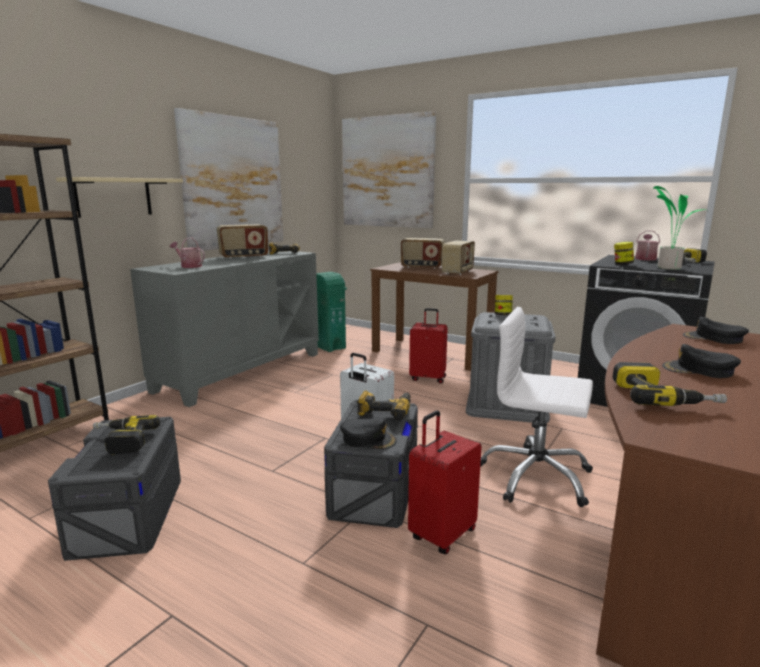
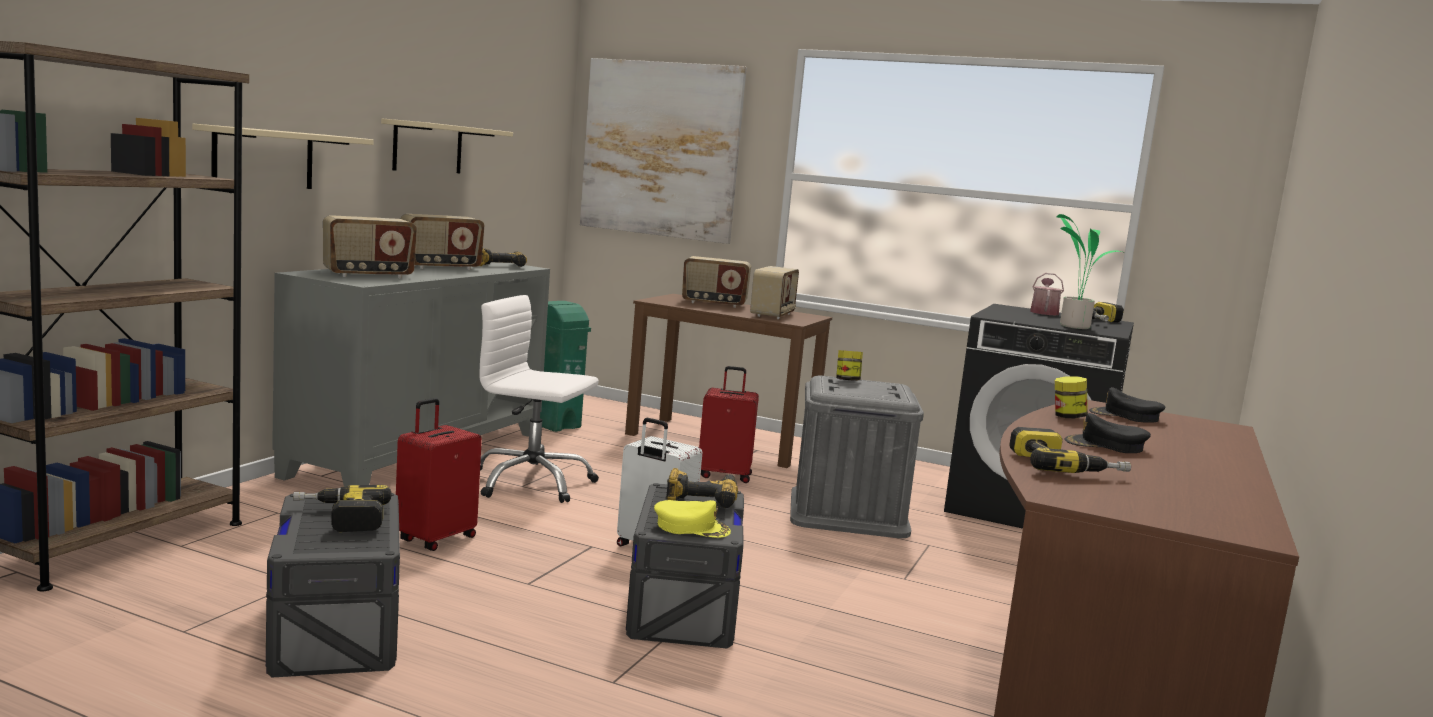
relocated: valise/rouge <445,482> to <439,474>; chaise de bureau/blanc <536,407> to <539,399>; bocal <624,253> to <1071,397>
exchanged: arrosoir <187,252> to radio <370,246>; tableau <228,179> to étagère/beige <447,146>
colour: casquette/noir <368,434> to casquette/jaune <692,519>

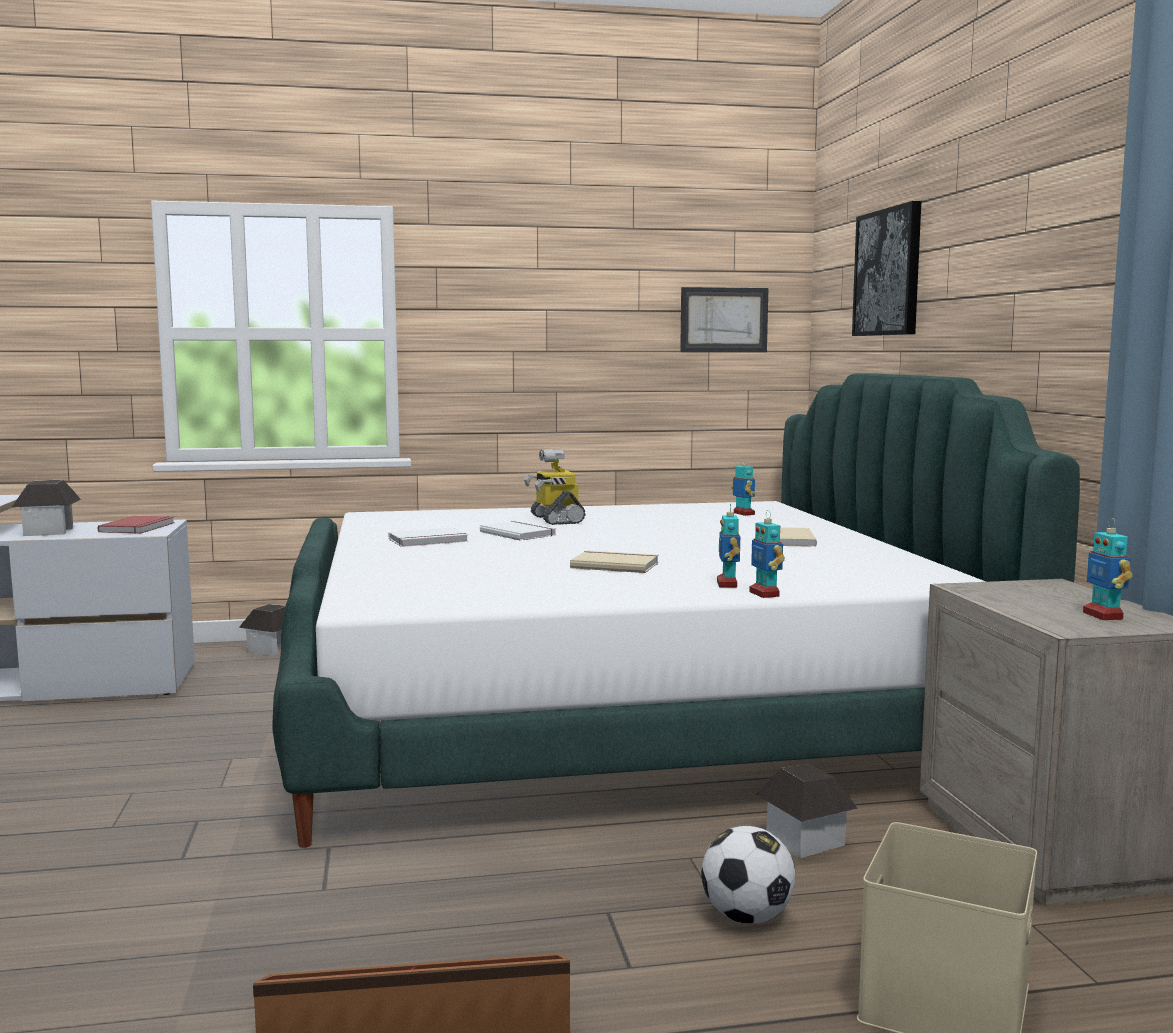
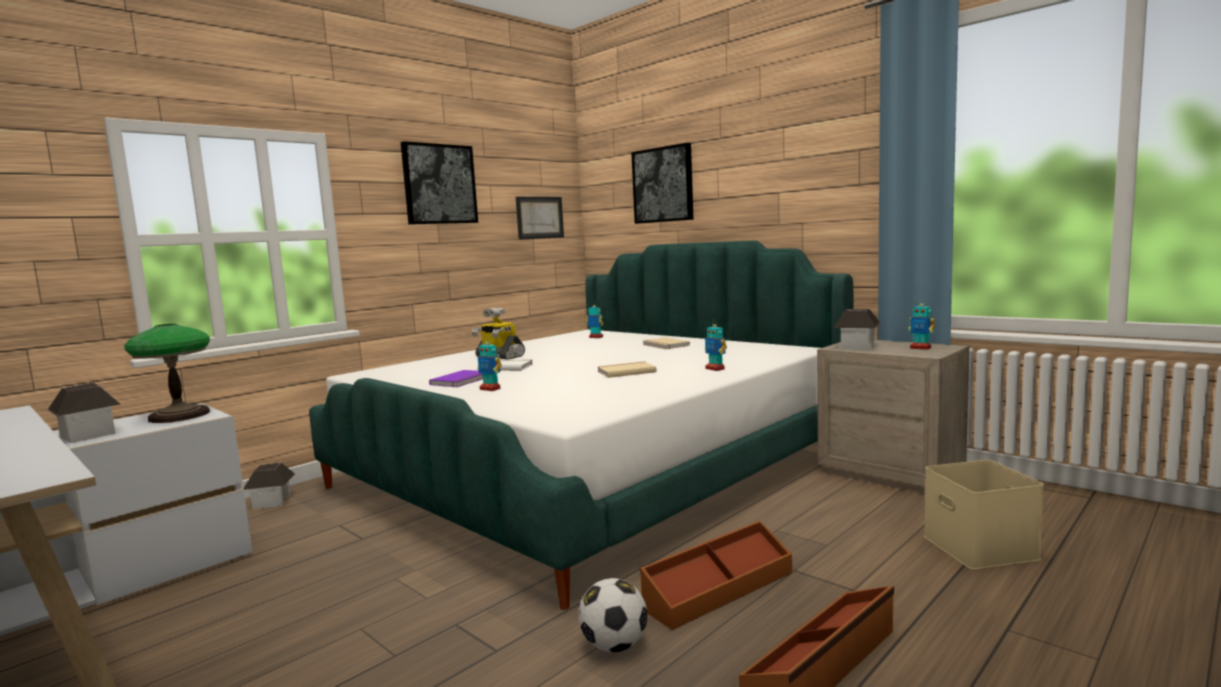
appeared: tableau <439,183>; boîte de rangement/marron <716,575>
relocated: ballon de foot <748,875> to <613,615>; robot jouet <767,554> to <490,364>; maison miniature <807,811> to <857,329>
exchanged: livre/rouge <135,525> to lampe de table <167,373>
colour: livre/blanc <428,537> to livre/violet <456,378>

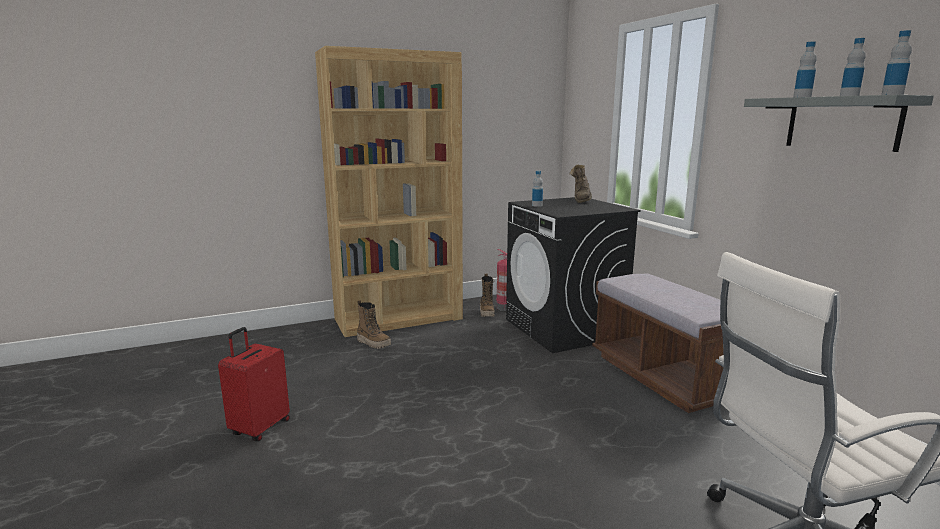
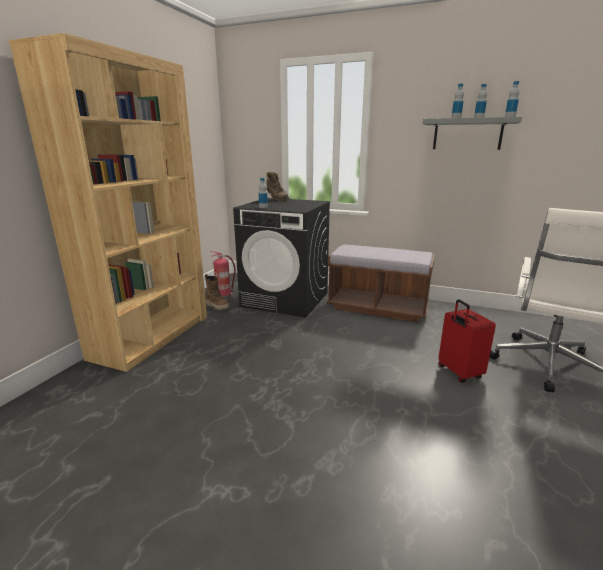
missing: botte <374,324>
relocated: valise/rouge <254,384> to <467,341>

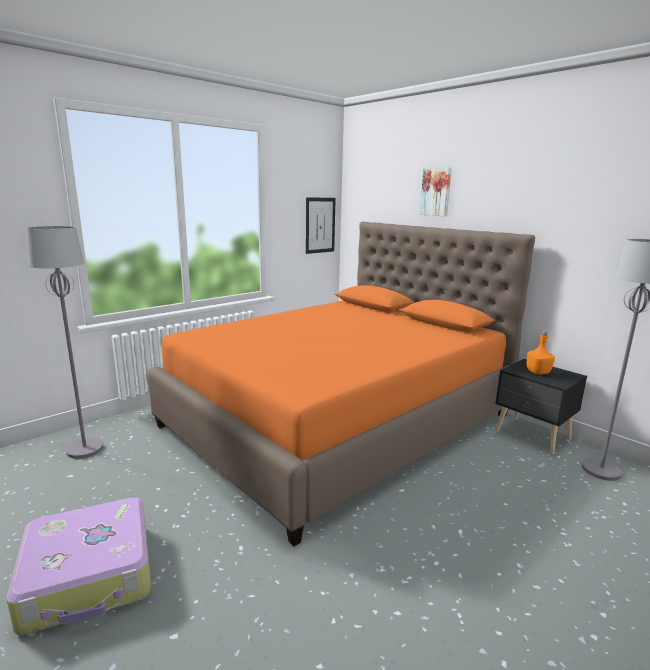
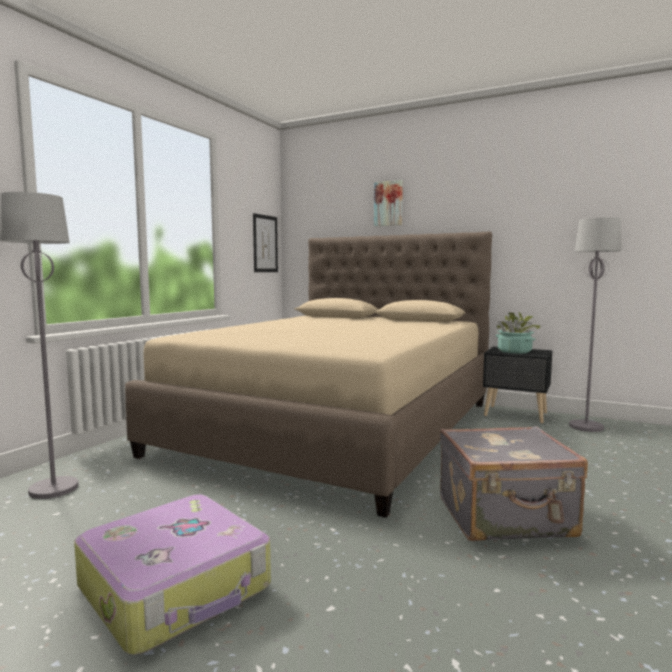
appeared: valise/gris <514,483>
exchanged: bouteille/orange <541,352> to plante en pot <519,333>
colour: lit/orange <341,384> to lit/beige <308,375>

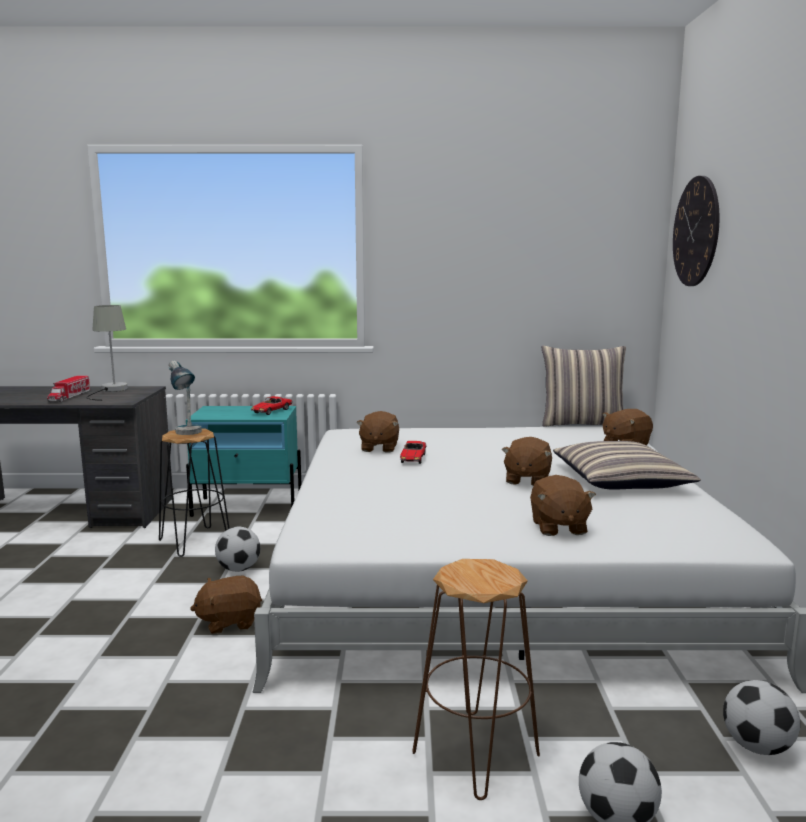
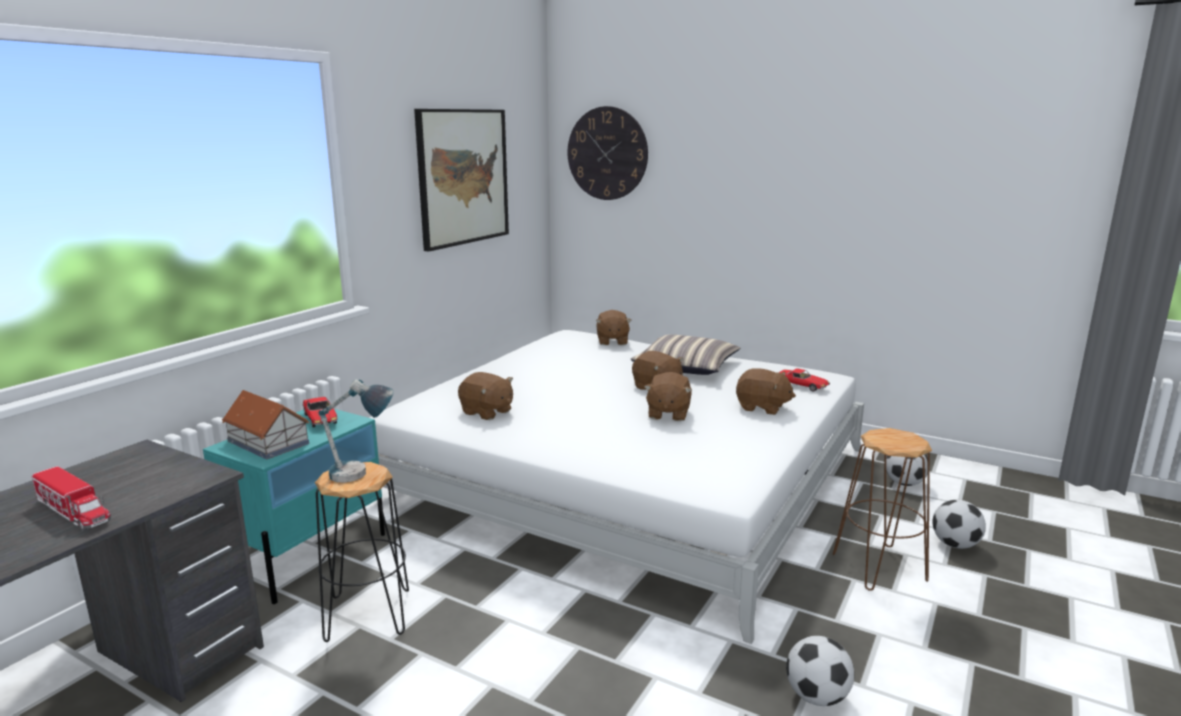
missing: lampe de table/gris <107,353>; coussin <584,386>
appeared: maison miniature <265,425>; tableau <461,180>
relocated: peluche/marron <226,605> to <668,396>; ballon de foot <237,549> to <820,671>; petite voiture <413,452> to <804,380>

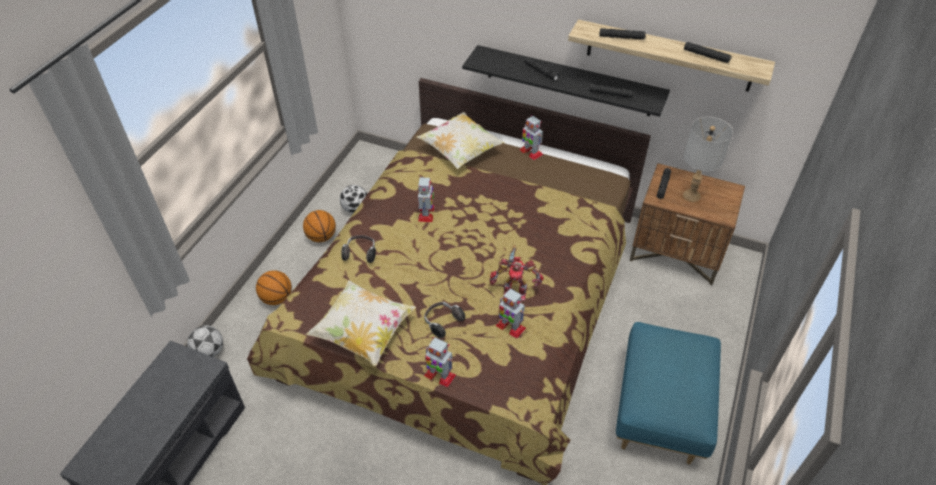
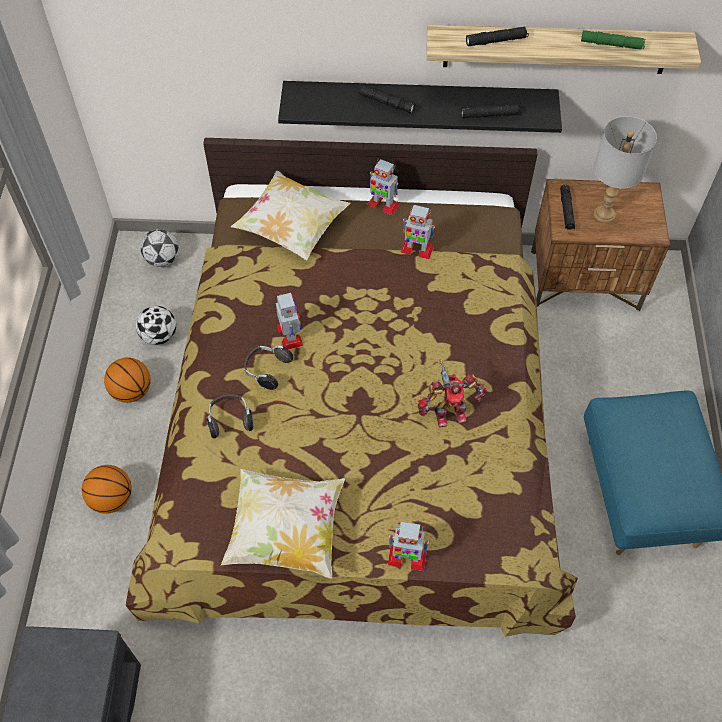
relocated: ballon de foot <205,341> to <159,248>; casque audio <444,320> to <268,367>; robot jouet <510,313> to <418,231>
colour: lampe de poche/noir <708,52> to lampe de poche/vert <613,40>

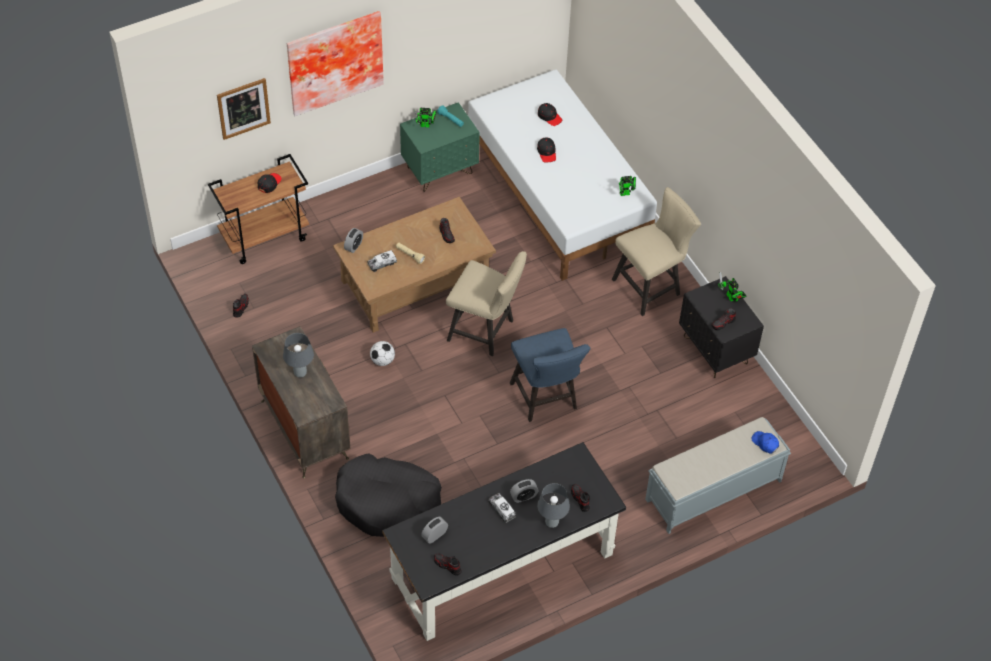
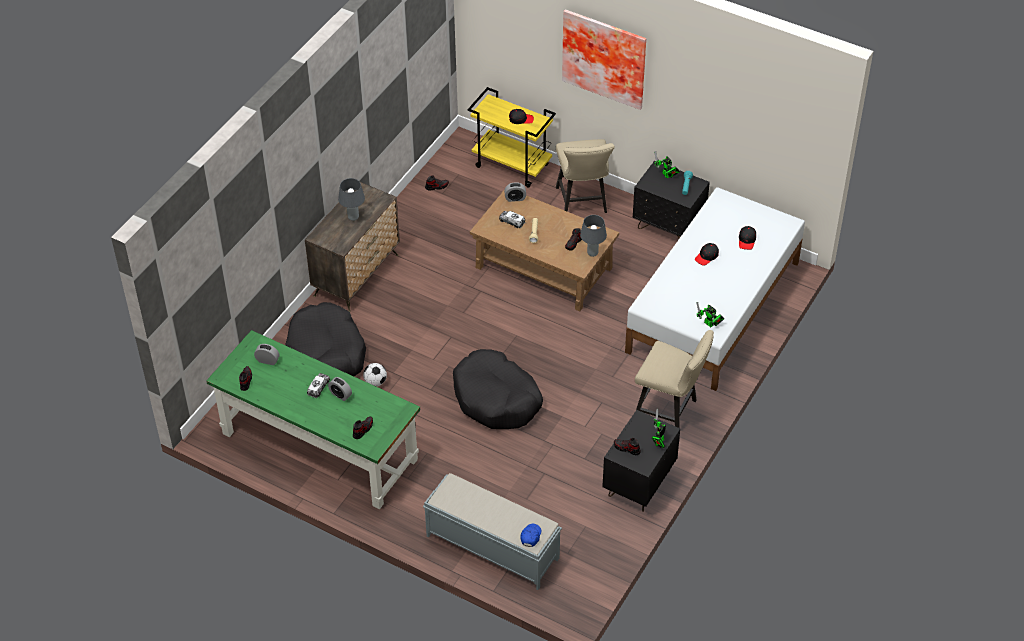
missing: tableau <244,109>
relocated: ballon de foot <382,353> to <375,374>; chaise/beige <486,303> to <585,176>; lampe de table/gris <553,505> to <593,236>
exchanged: chaise/bleu <550,375> to panier pour chien/noir <498,389>
colour: chariot/marron <258,209> to chariot/jaune <512,137>; bureau/noir <504,541> to bureau/vert <313,419>; table de chevet/vert <440,147> to table de chevet/noir <671,199>

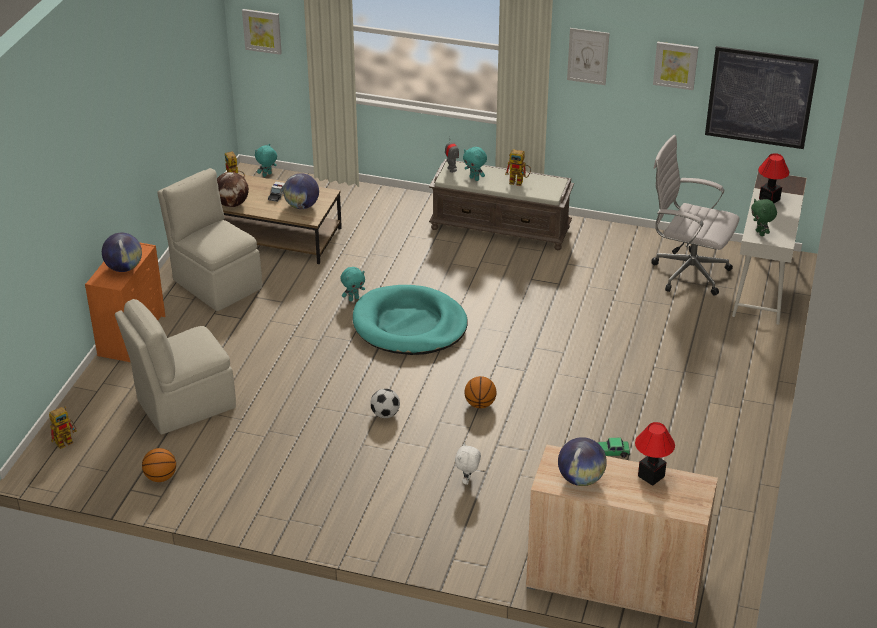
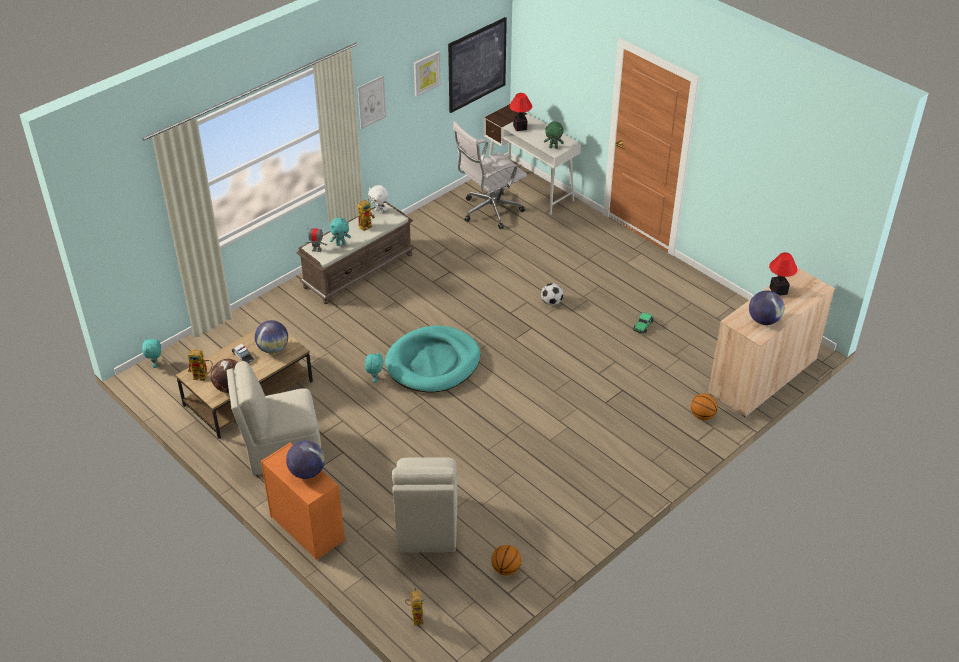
missing: tableau <262,32>
relocated: ballon de foot <385,403> to <552,294>; peluche/blanc <468,464> to <378,199>; ballon de basket <480,392> to <704,407>

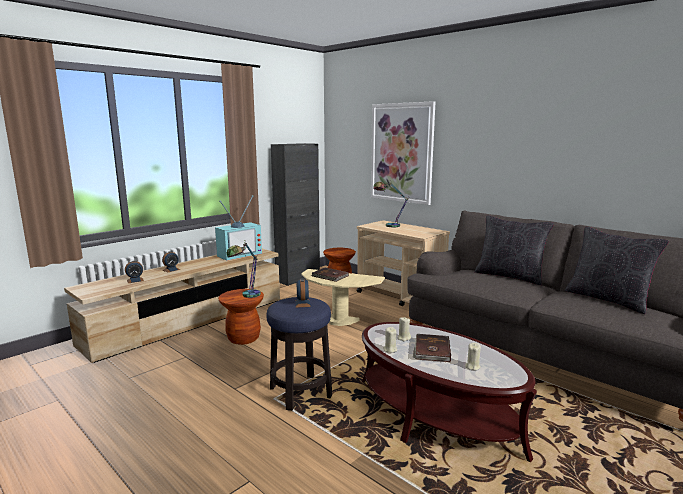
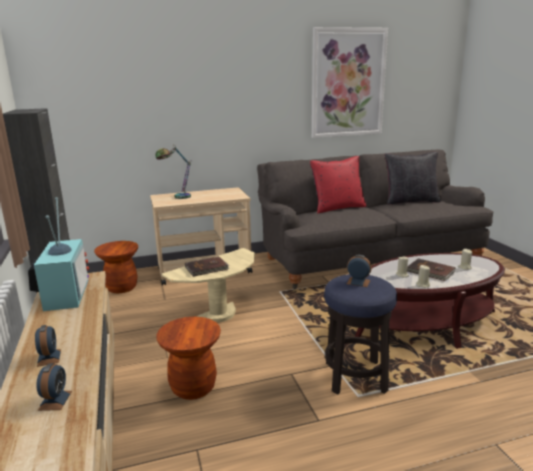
missing: lampe de table <244,269>
relocated: tableau <403,153> to <350,82>
colour: coussin/noir <514,250> to coussin/rouge <338,184>

